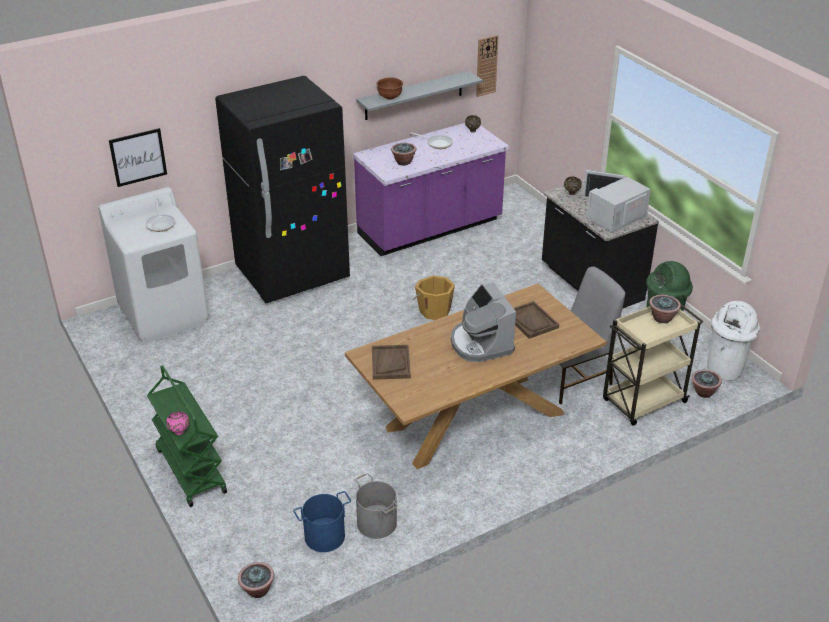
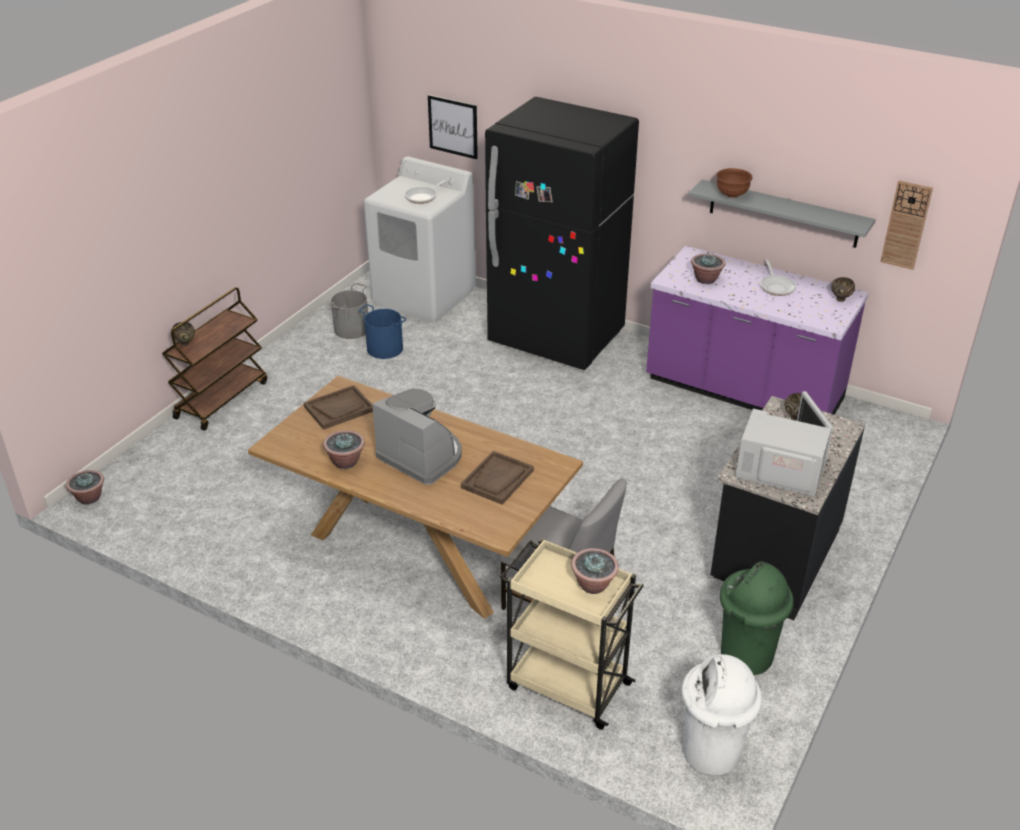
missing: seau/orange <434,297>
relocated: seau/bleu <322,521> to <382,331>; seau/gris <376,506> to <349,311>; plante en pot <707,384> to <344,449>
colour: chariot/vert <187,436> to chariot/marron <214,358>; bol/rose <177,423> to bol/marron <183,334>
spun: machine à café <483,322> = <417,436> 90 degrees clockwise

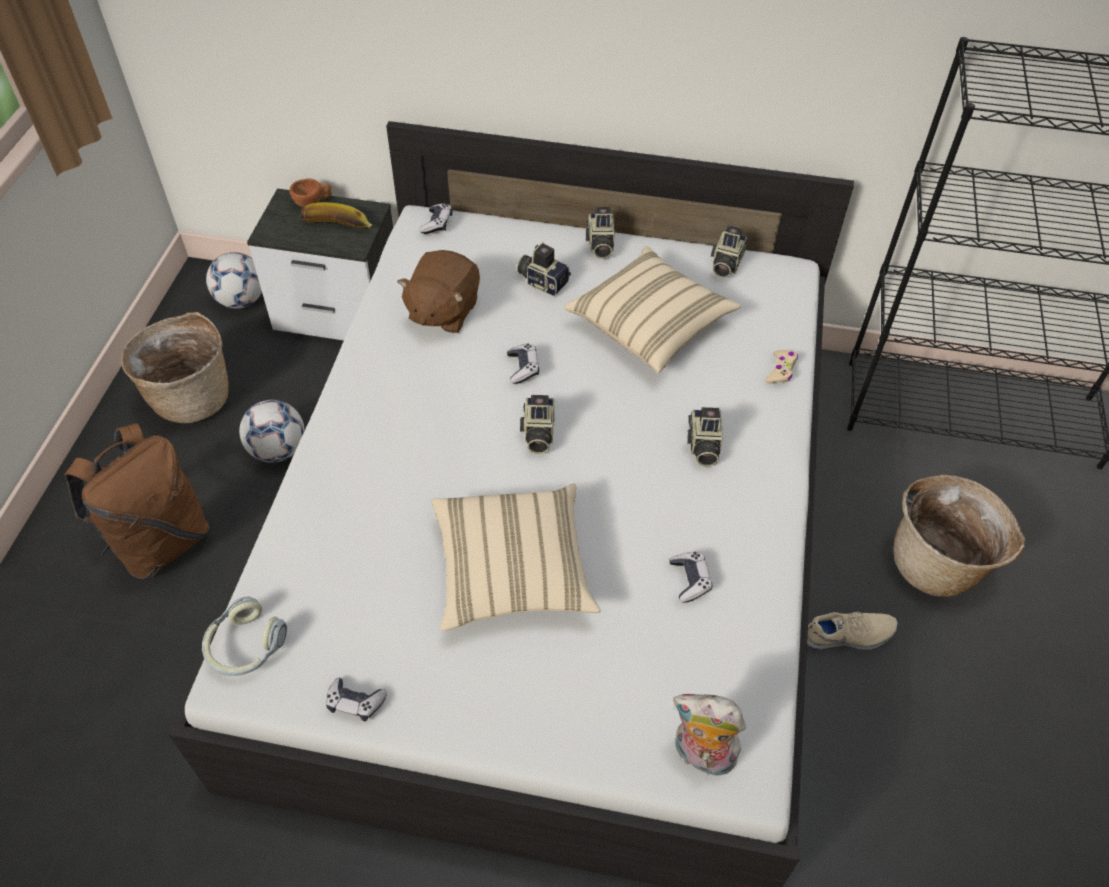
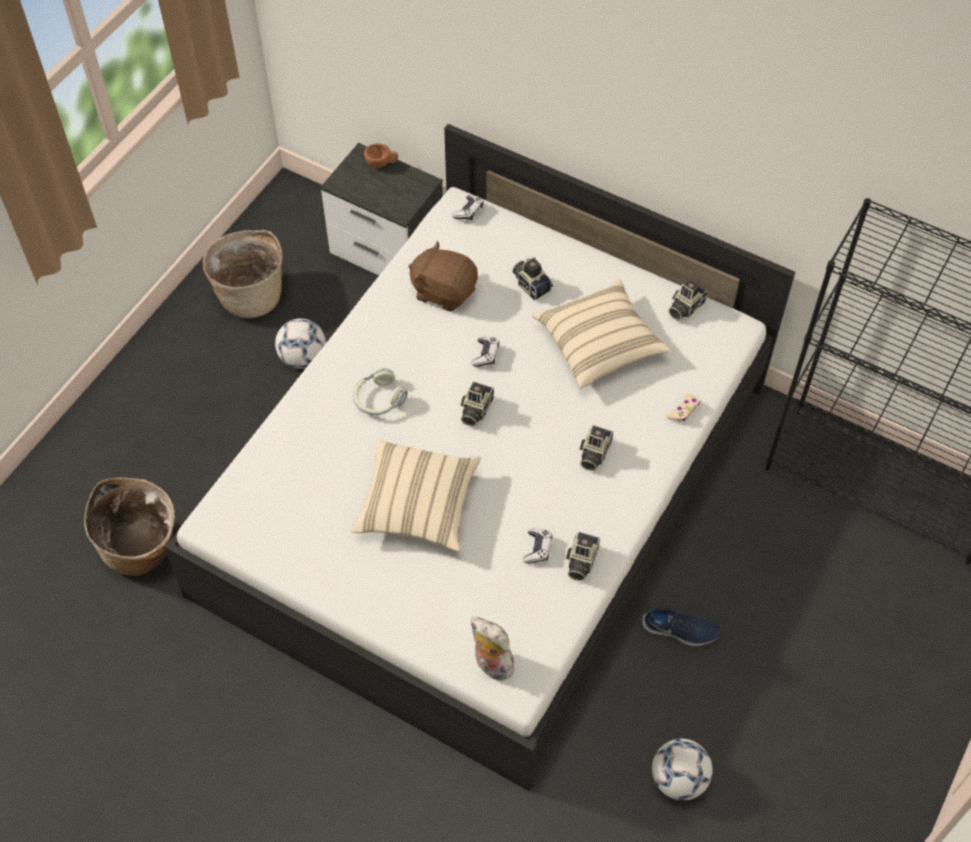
missing: sac à dos/marron <137,501>; banane <336,215>; manette <356,699>
relocated: casque audio <244,636> to <380,391>; ballon de foot <234,280> to <682,769>; appareil photo <600,233> to <583,556>; panier <959,536> to <129,527>
colour: chaussure/beige <852,631> to chaussure/bleu <681,627>
spun: peluche/marron <438,291> = <443,276> 75 degrees clockwise

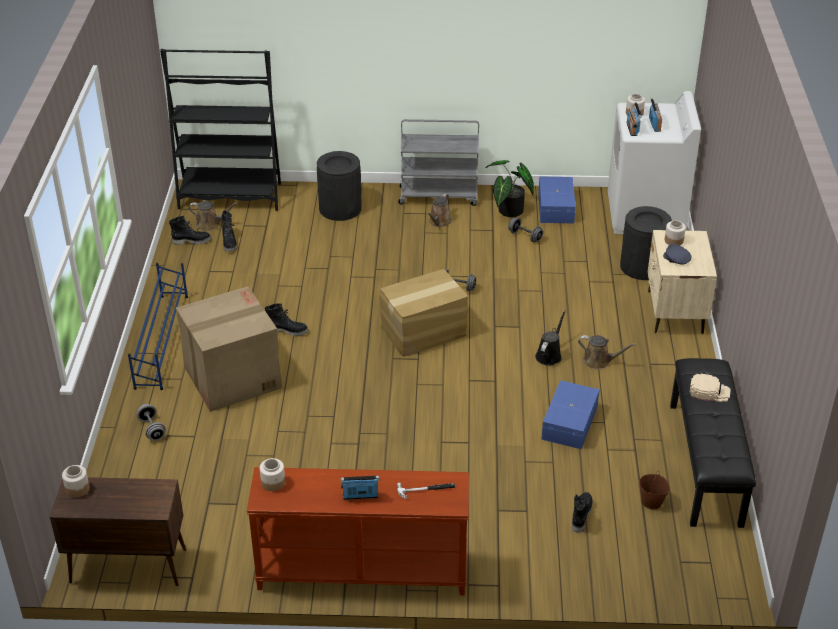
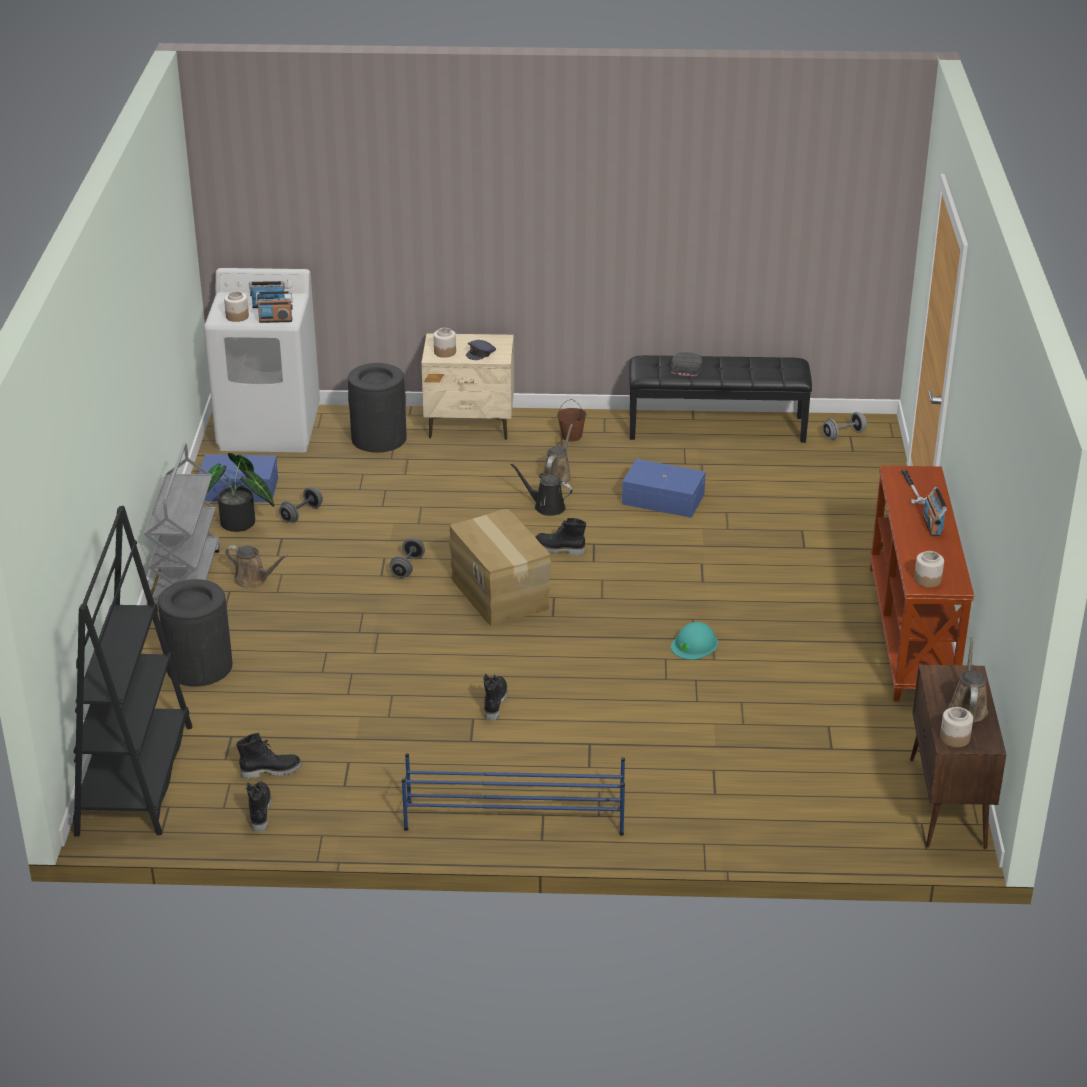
missing: carton <229,349>
appeared: casque de chantier/turquoise <694,641>
relocated: haltère/gris <151,422> to <844,426>; arrosoir/marron <212,216> to <968,680>; botte/noir <582,512> to <560,537>; seau/marron <654,490> to <571,420>
colour: casquette/beige <710,388> to casquette/noir <687,364>

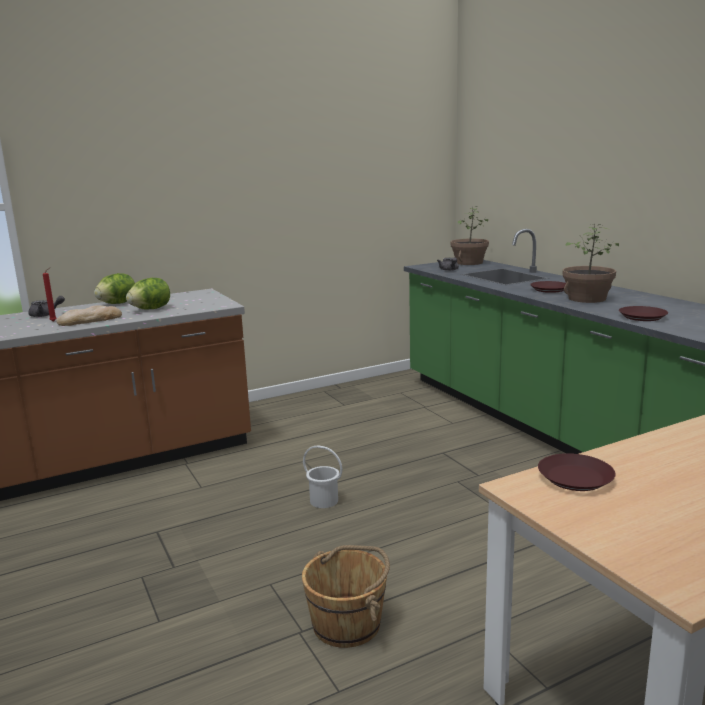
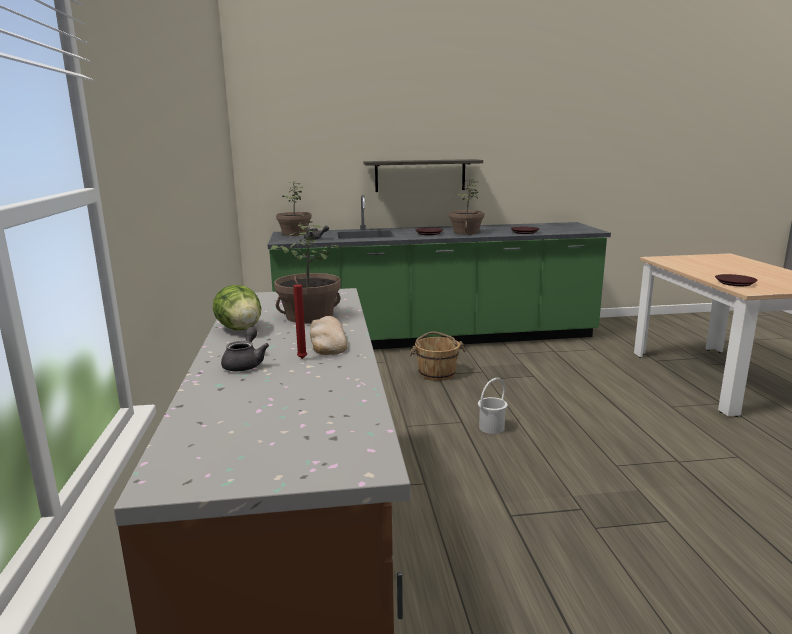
appeared: étagère <423,175>
relocated: seau/marron <346,596> to <437,356>
exchanged: laitue <148,294> to plante en pot <305,272>

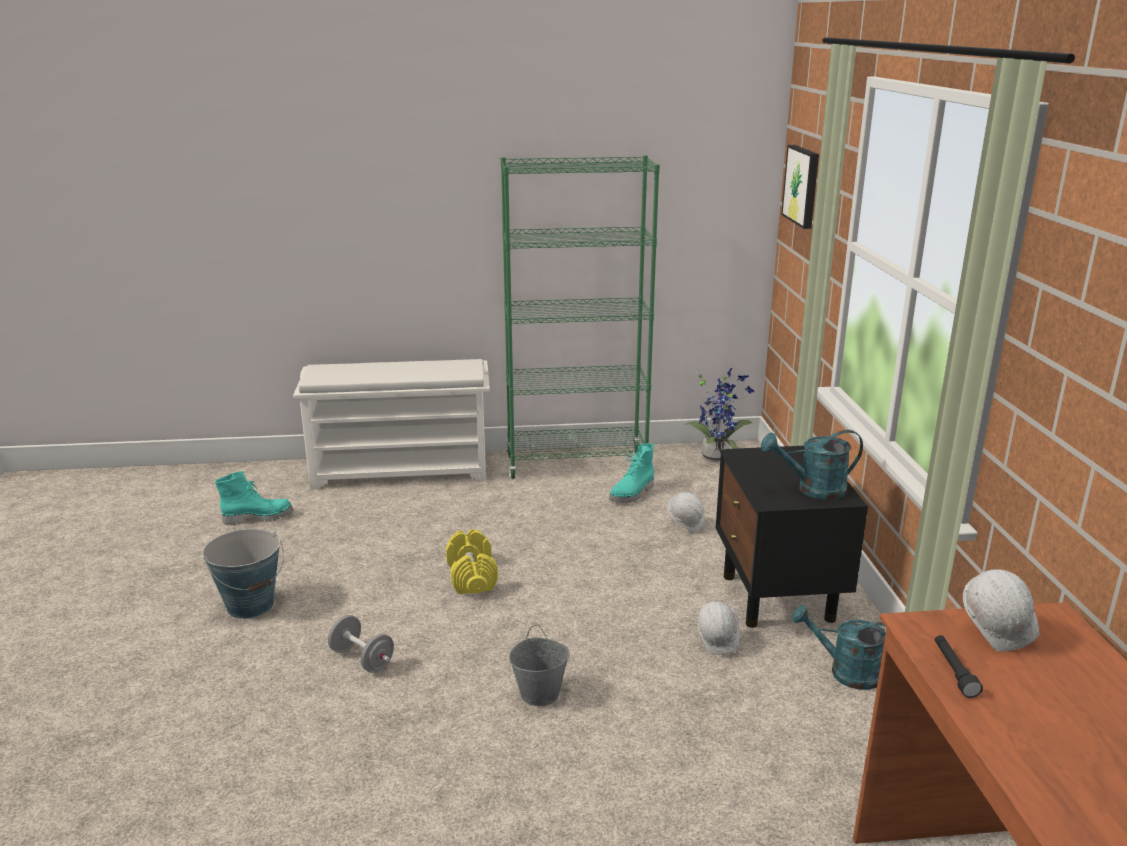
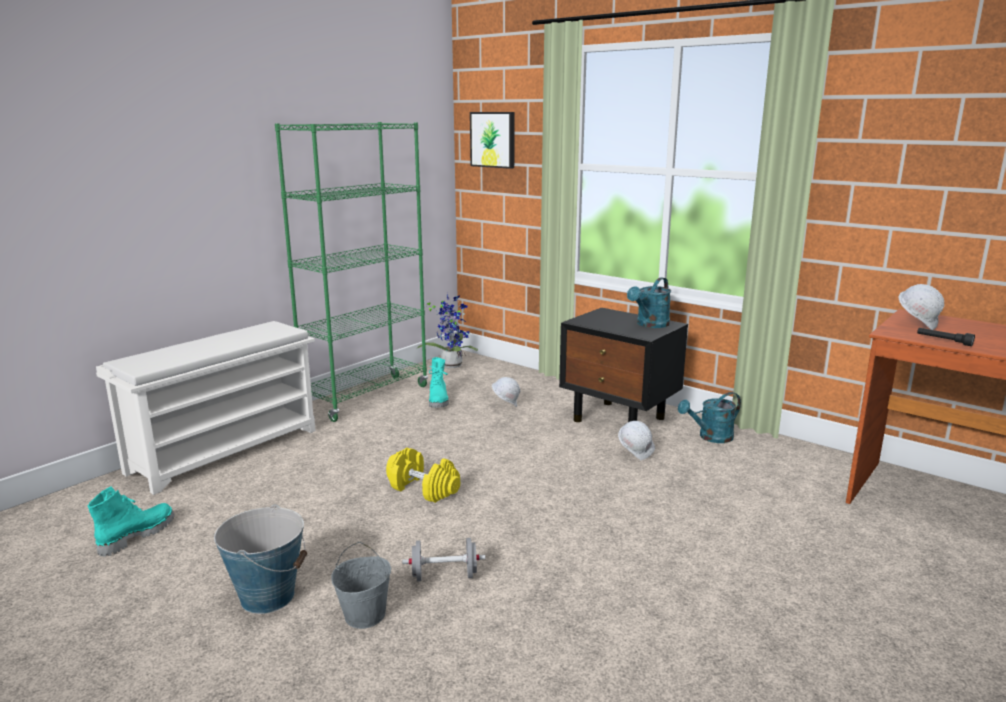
relocated: seau/gris <539,665> to <361,585>

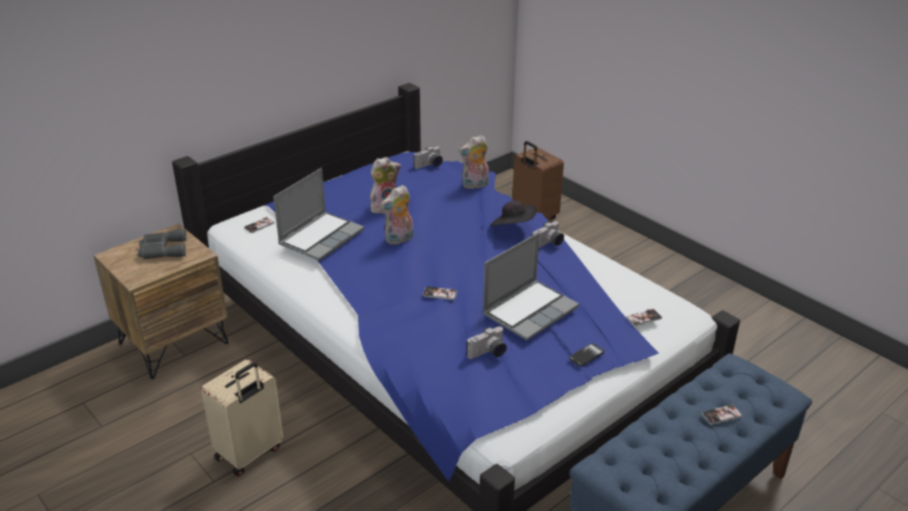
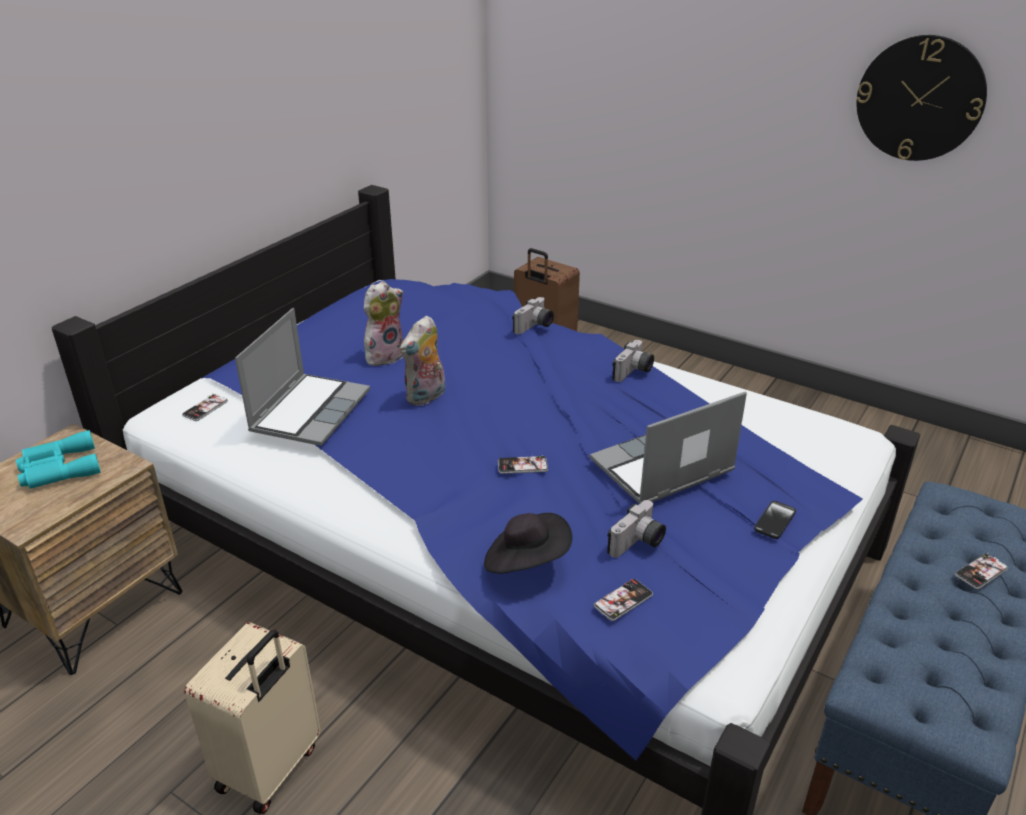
missing: peluche <474,162>
appeared: horloge murale <922,98>
relocated: appareil photo <428,157> to <533,315>; chapeau/noir <513,213> to <528,543>; téléphone <644,317> to <623,600>
colour: jumelles/gris <162,244> to jumelles/turquoise <58,459>
spun: ordinateur portable <530,287> = <668,447> 150 degrees counterclockwise

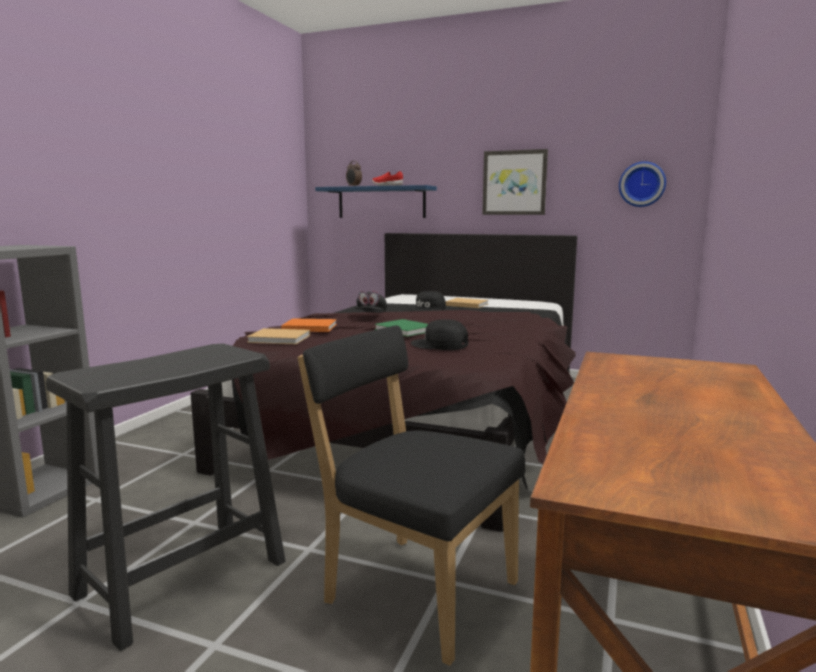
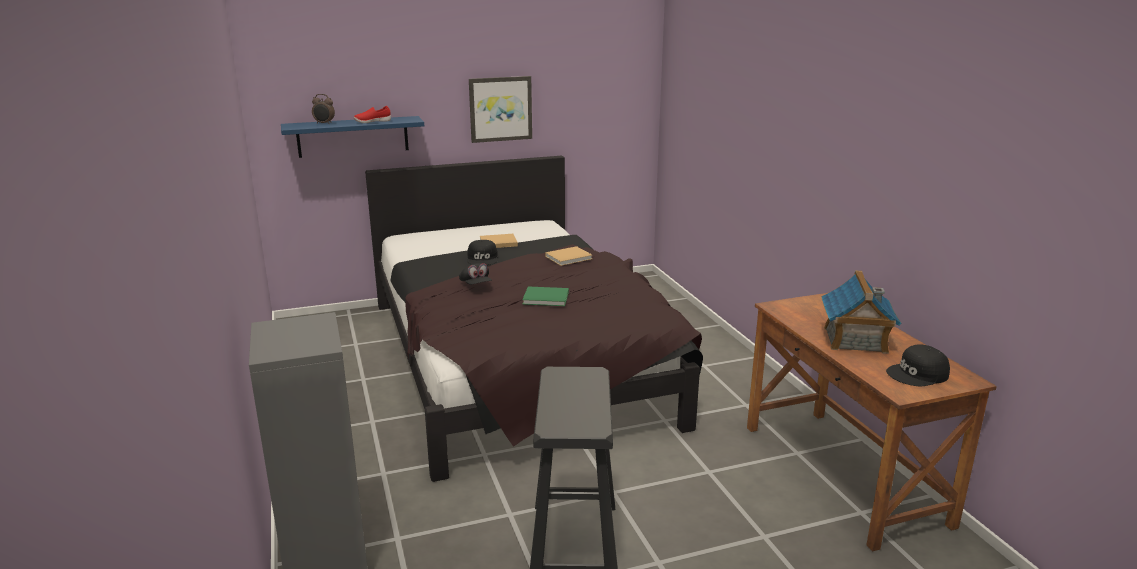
missing: livre/orange <309,325>; chaise/noir <411,496>; horloge murale <642,184>
appeared: maison miniature <861,312>
relocated: livre/beige <278,336> to <568,256>; casquette/noir <439,335> to <918,365>

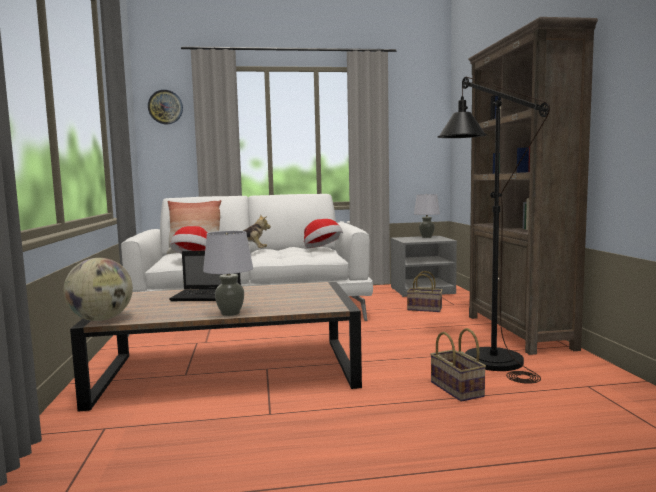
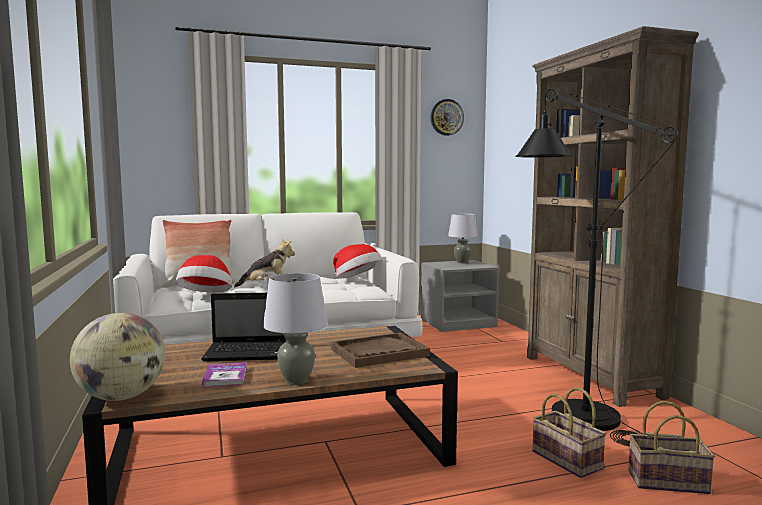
appeared: livre <224,374>; plateau/marron <380,350>
relocated: horloge murale <165,107> to <447,117>; panier <425,291> to <671,447>

